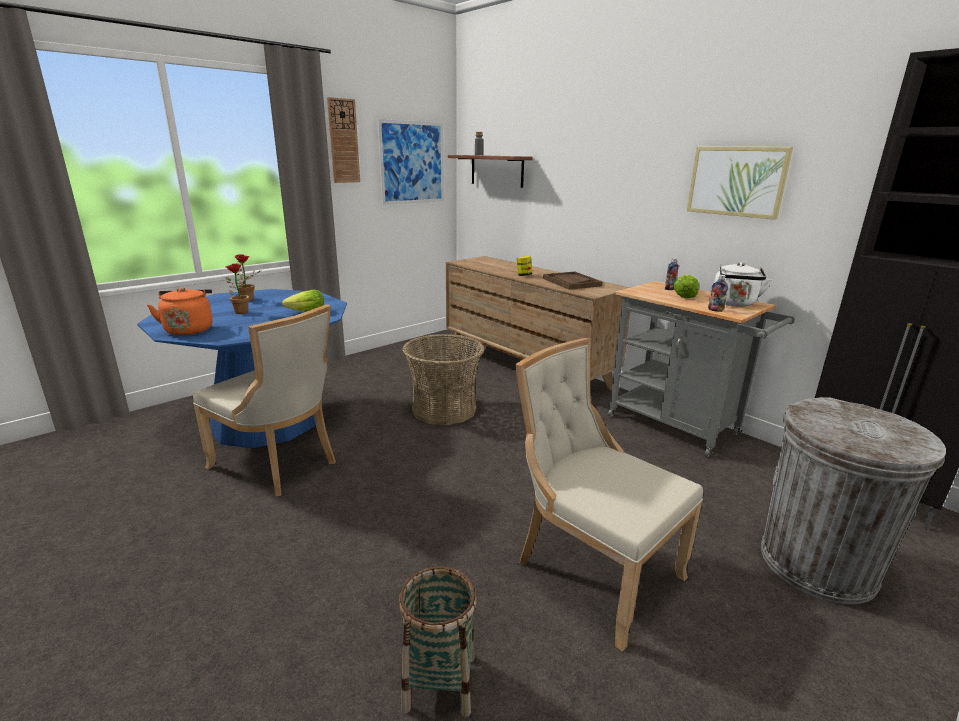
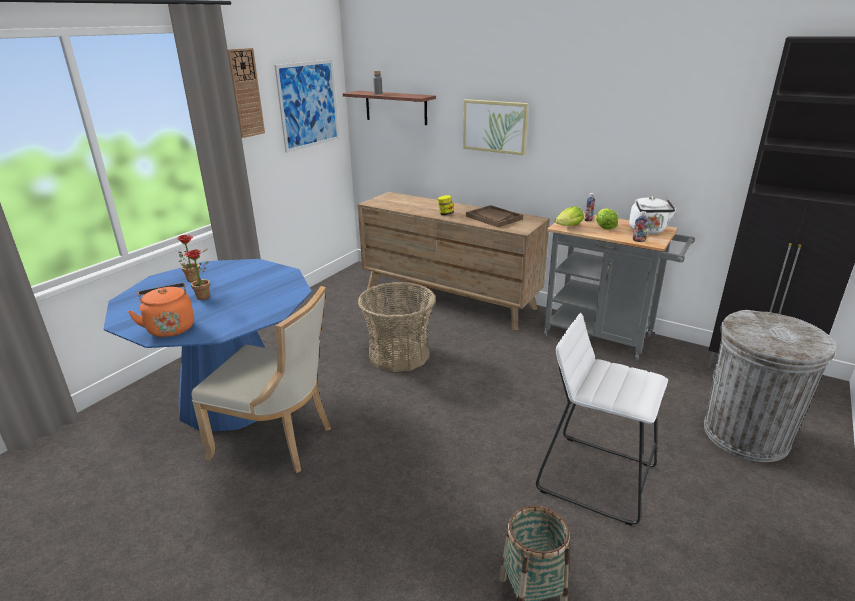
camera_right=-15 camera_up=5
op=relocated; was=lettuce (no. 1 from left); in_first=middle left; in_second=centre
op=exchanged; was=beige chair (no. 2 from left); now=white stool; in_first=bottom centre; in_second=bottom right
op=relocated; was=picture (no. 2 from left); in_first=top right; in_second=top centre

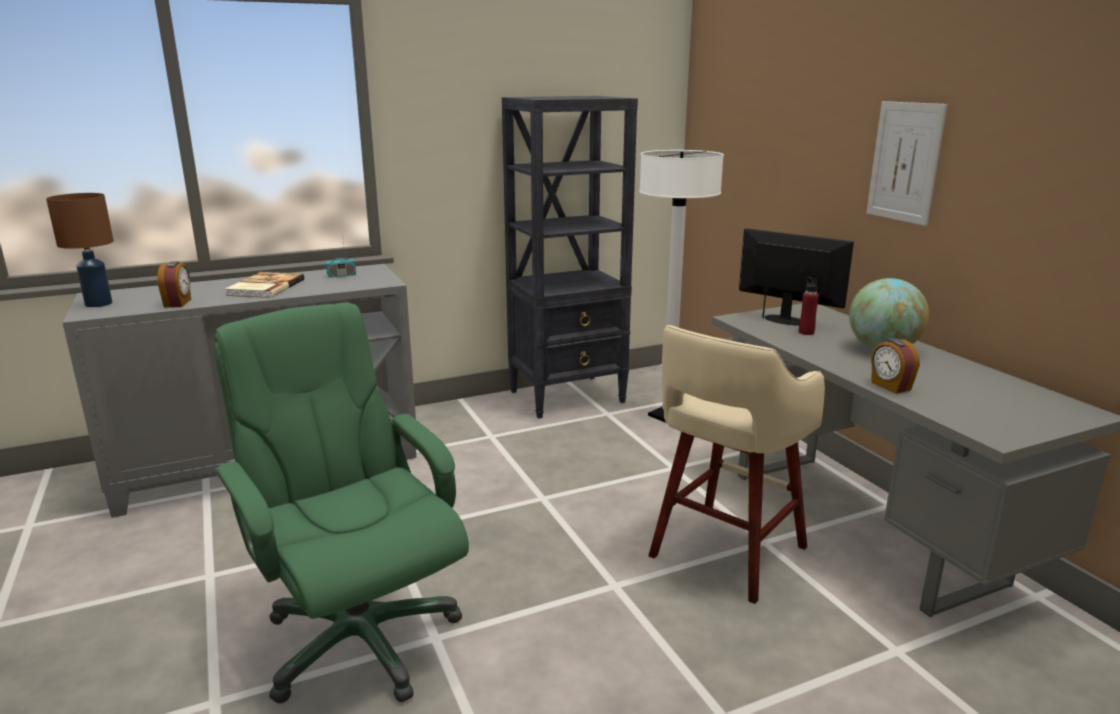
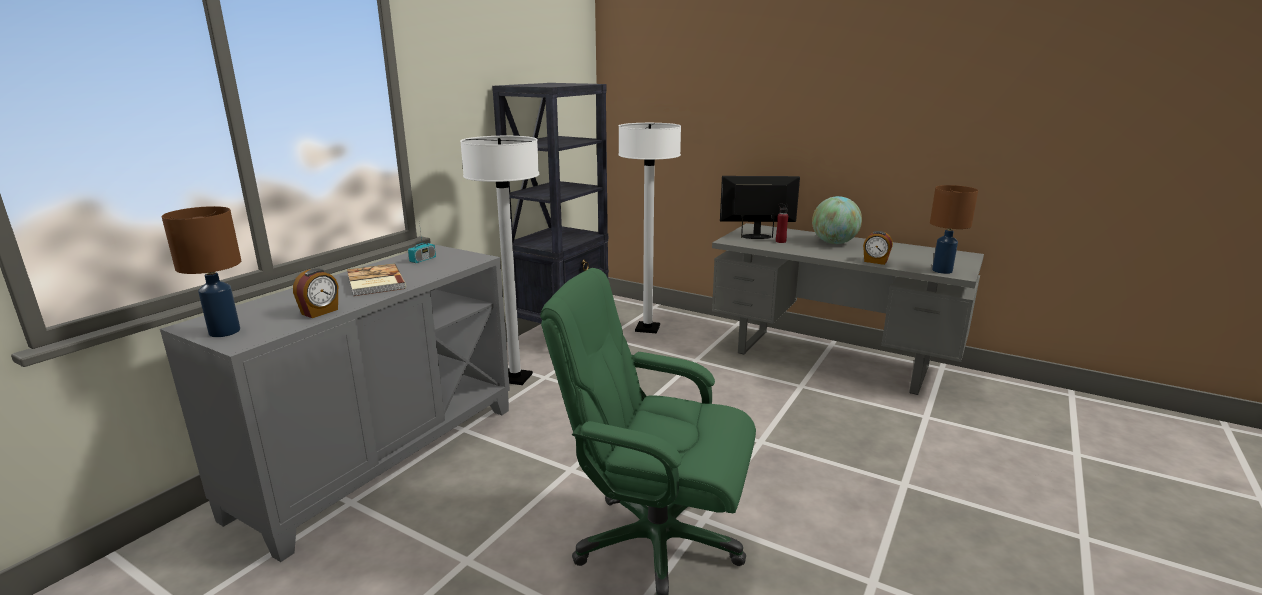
camera_right=-35 camera_up=0
op=spun; was=alarm clock (no. 1 from left); in_first=middle left; in_second=middle left; clockwise=75
op=missing; was=beige stool; in_first=centre
op=missing; was=picture; in_first=top right
op=appeared; now=white floor lamp (no. 1 from left); in_second=centre
op=appeared; now=brown table lamp (no. 2 from left); in_second=middle right

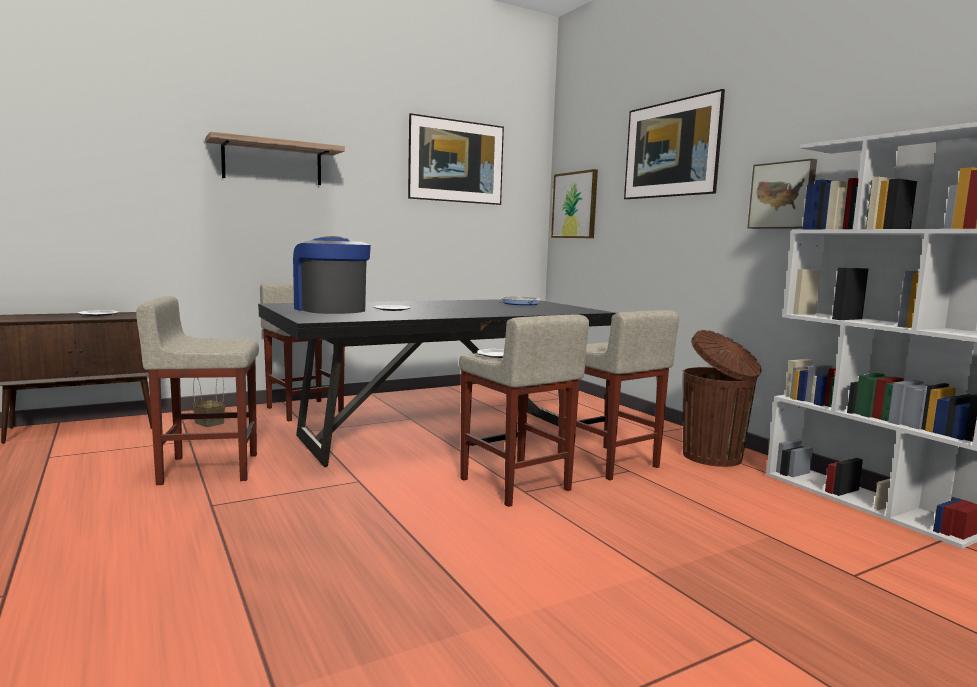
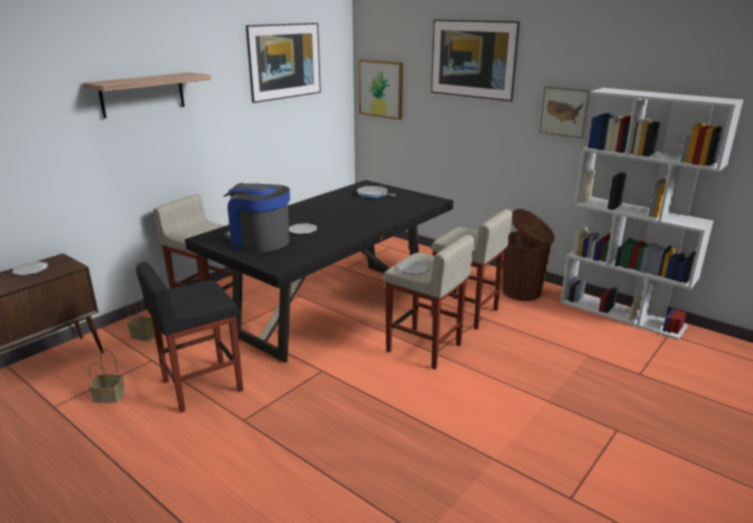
camera_right=-20 camera_up=15
op=colour; was=beige stool (no. 1 from left); now=black stool; in_first=middle left; in_second=middle left
op=appeared; now=basket (no. 1 from left); in_second=bottom left

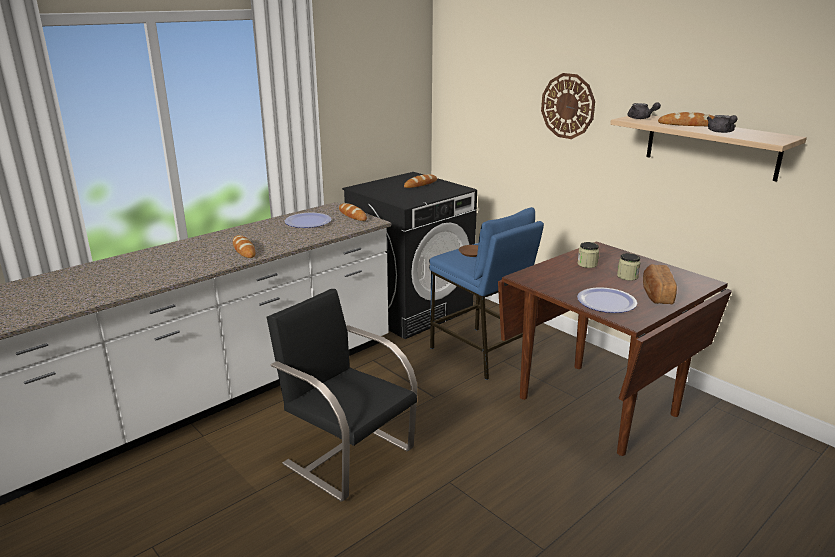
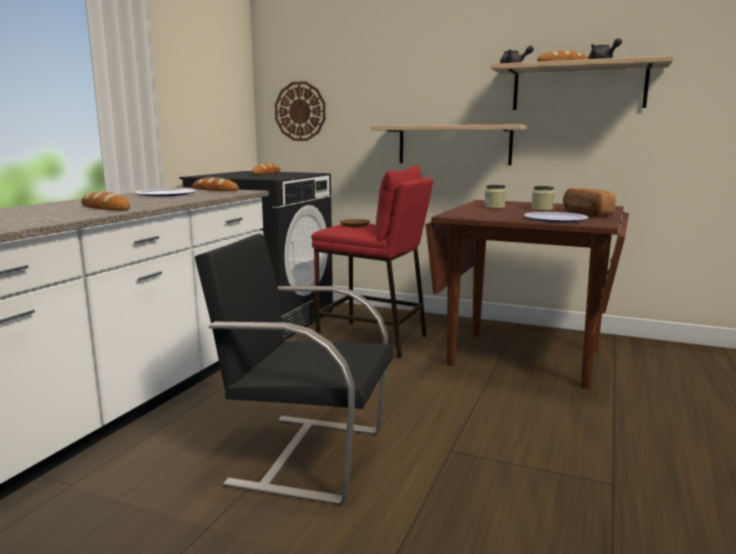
camera_right=-25 camera_up=-10
op=colour; was=blue stool; now=red stool; in_first=centre; in_second=centre
op=relocated; was=wall clock; in_first=top right; in_second=top centre
op=appeared; now=shelf (no. 1 from left); in_second=top centre

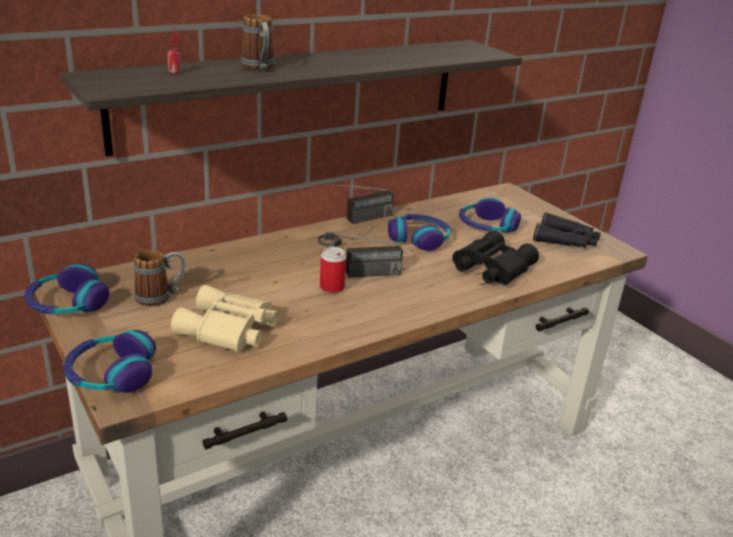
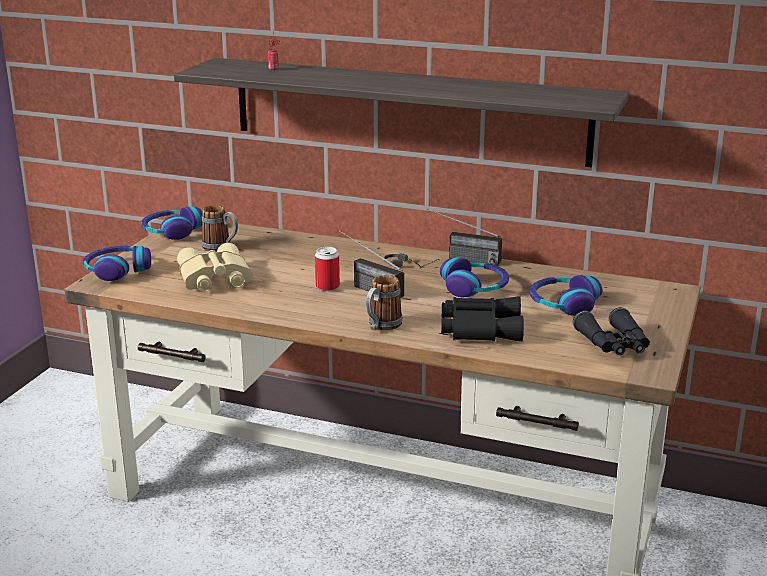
camera_right=55 camera_up=-5
op=relocated; was=mug (no. 2 from left); in_first=top centre; in_second=centre

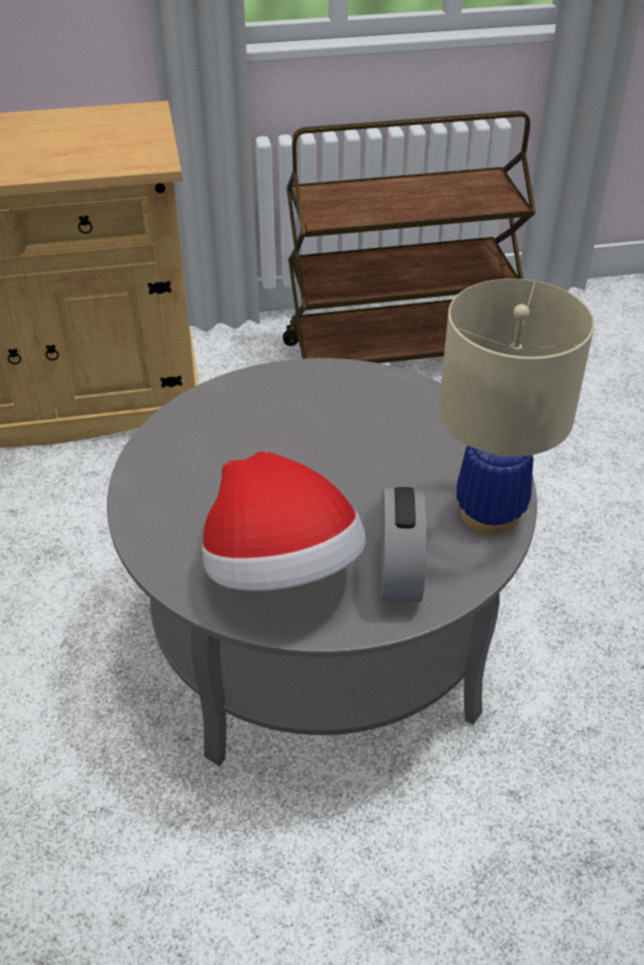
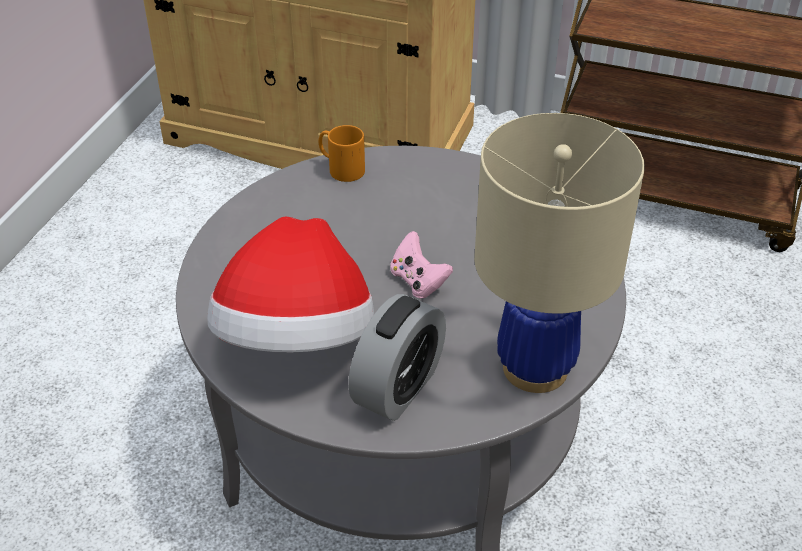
camera_right=30 camera_up=0
op=appeared; now=orange mug; in_second=top centre
op=appeared; now=pink game controller; in_second=centre

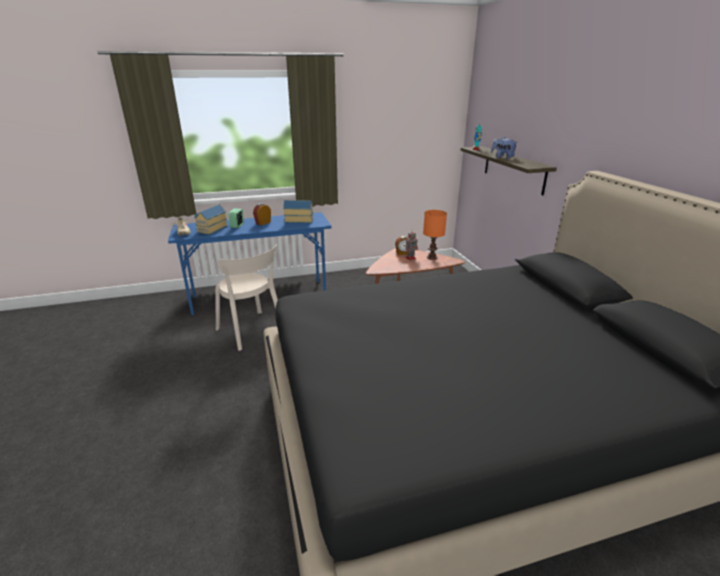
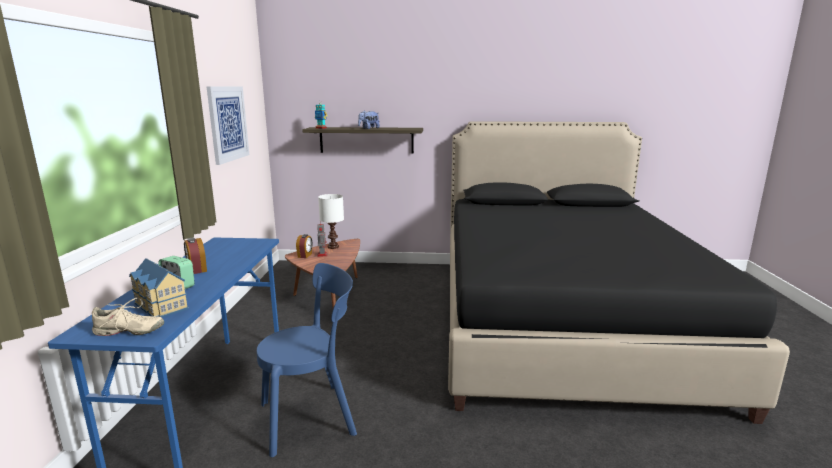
camera_right=-70 camera_up=-10
op=colour; was=beige chair; now=blue chair; in_first=centre; in_second=bottom centre
op=missing; was=toy house (no. 2 from left); in_first=centre
op=colour; was=orange table lamp; now=white table lamp; in_first=centre; in_second=centre
op=appeared; now=picture; in_second=top left

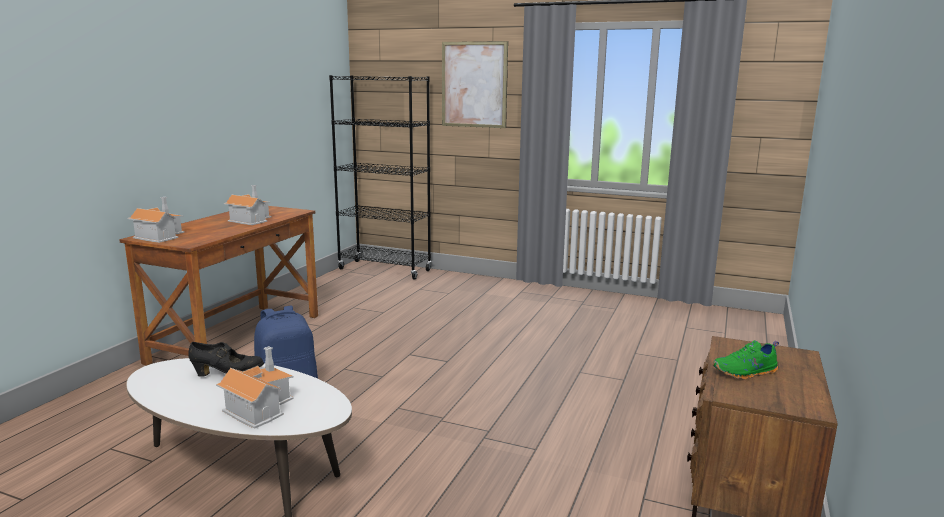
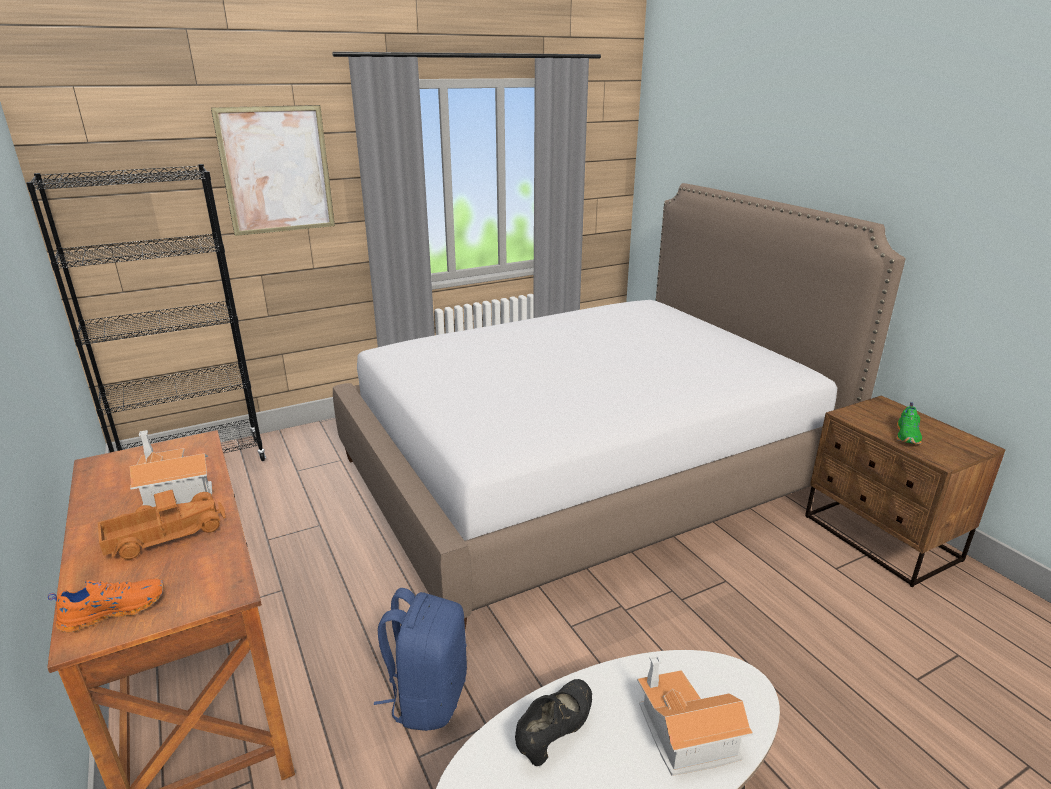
camera_right=-50 camera_up=10
op=exchanged; was=toy house (no. 1 from left); now=orange shoe; in_first=middle left; in_second=bottom left
op=appeared; now=toy truck; in_second=middle left
op=appeared; now=bed; in_second=centre

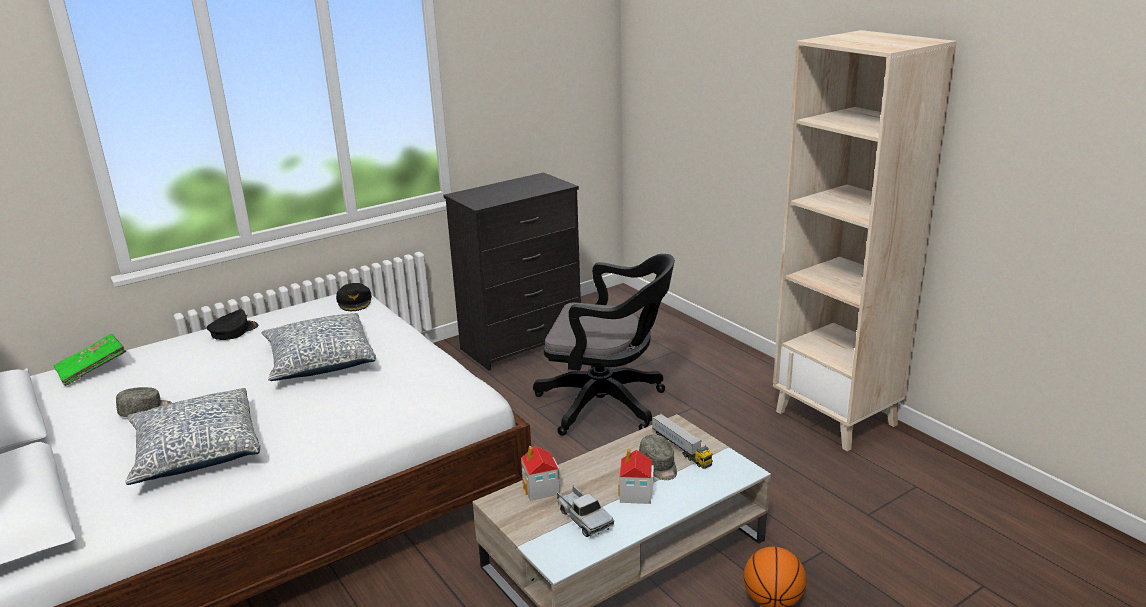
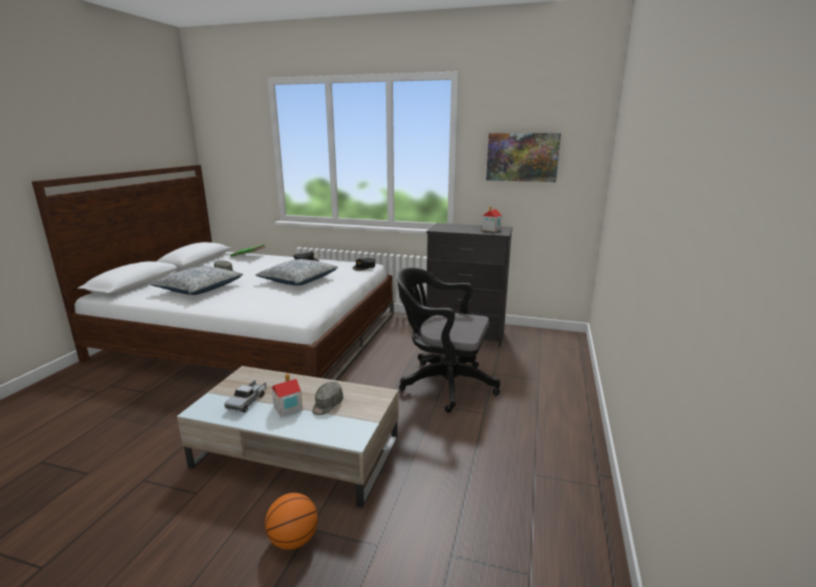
camera_right=50 camera_up=-5
op=relocated; was=toy house (no. 1 from left in the first image); now=toy house (no. 2 from left); in_first=bottom centre; in_second=centre
op=spun; was=black office chair; in_first=centre; in_second=centre; clockwise=135
op=missing; was=toy truck (no. 2 from left); in_first=bottom centre
op=missing; was=beige bookcase; in_first=middle right
op=appeared; now=picture; in_second=top centre

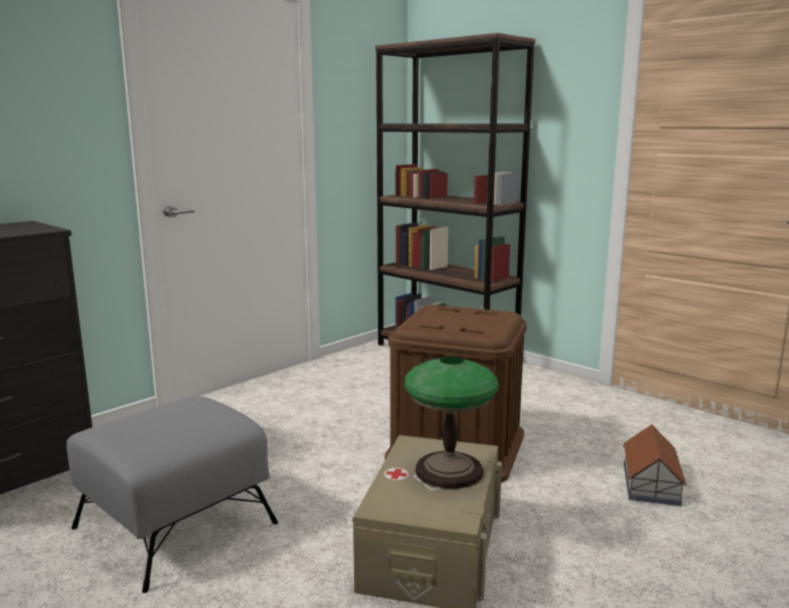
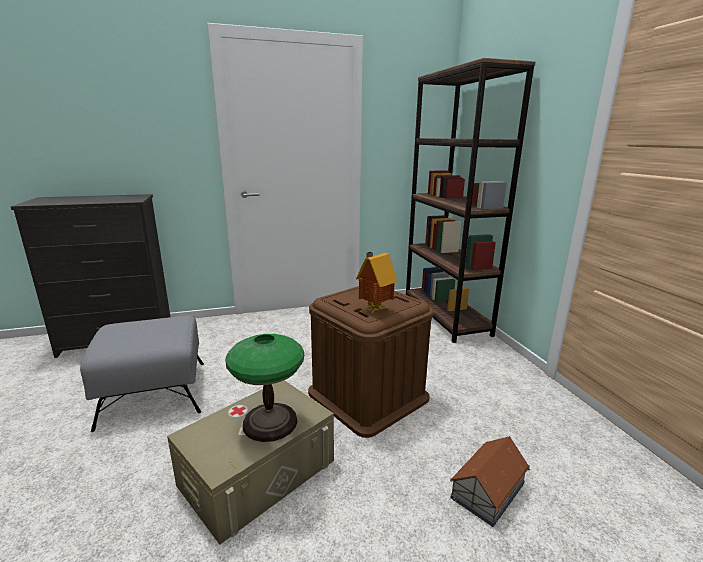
camera_right=30 camera_up=5
op=appeared; now=toy house (no. 1 from left); in_second=centre

